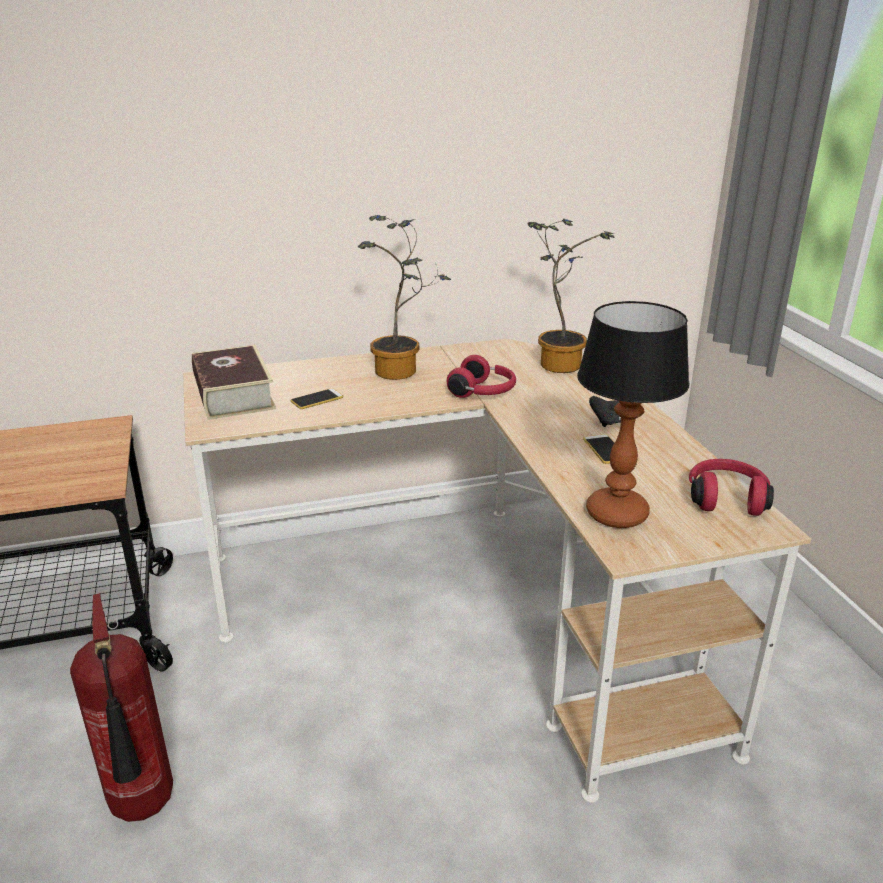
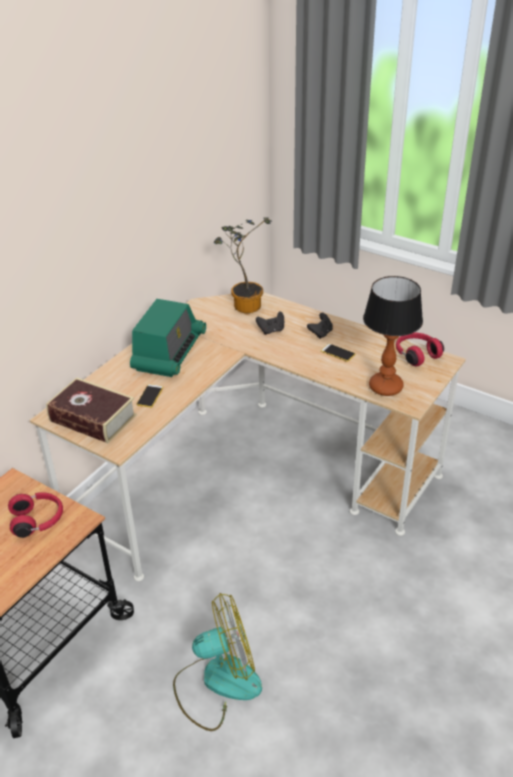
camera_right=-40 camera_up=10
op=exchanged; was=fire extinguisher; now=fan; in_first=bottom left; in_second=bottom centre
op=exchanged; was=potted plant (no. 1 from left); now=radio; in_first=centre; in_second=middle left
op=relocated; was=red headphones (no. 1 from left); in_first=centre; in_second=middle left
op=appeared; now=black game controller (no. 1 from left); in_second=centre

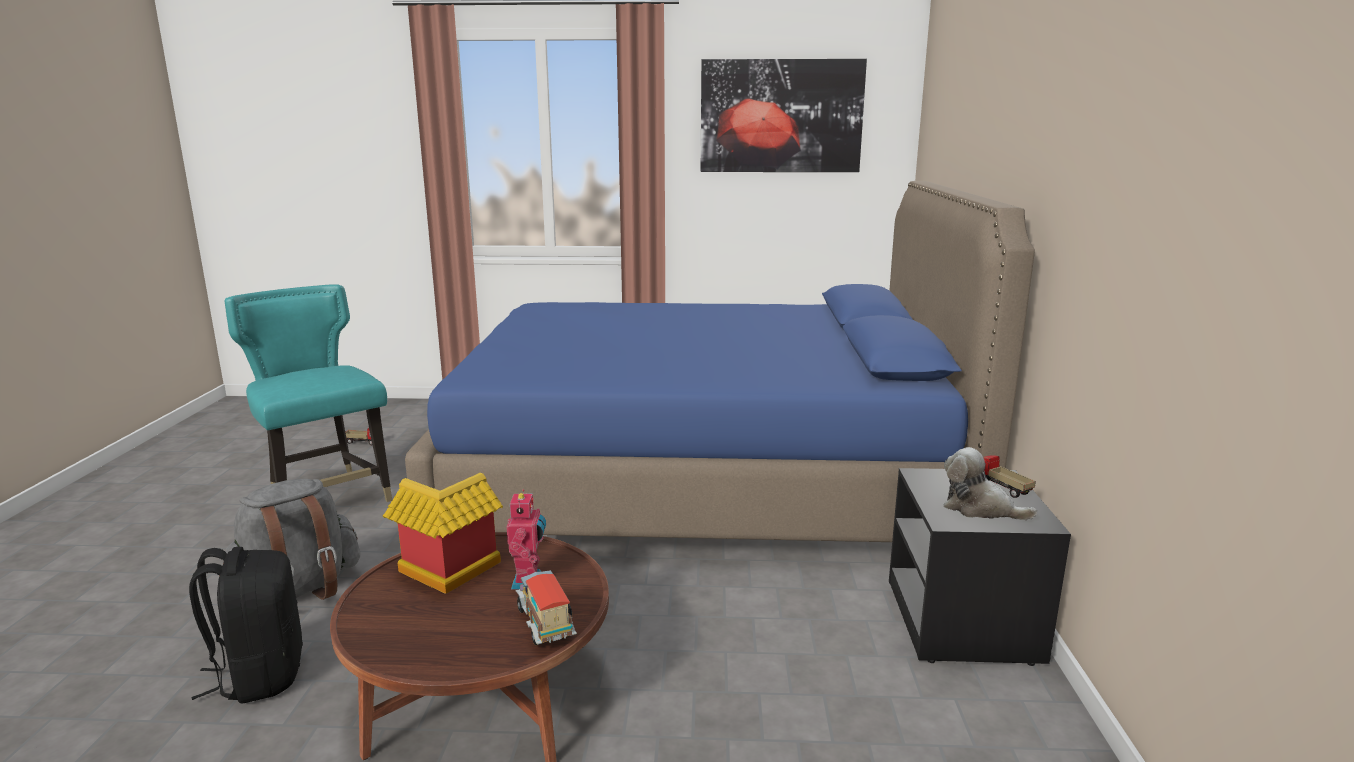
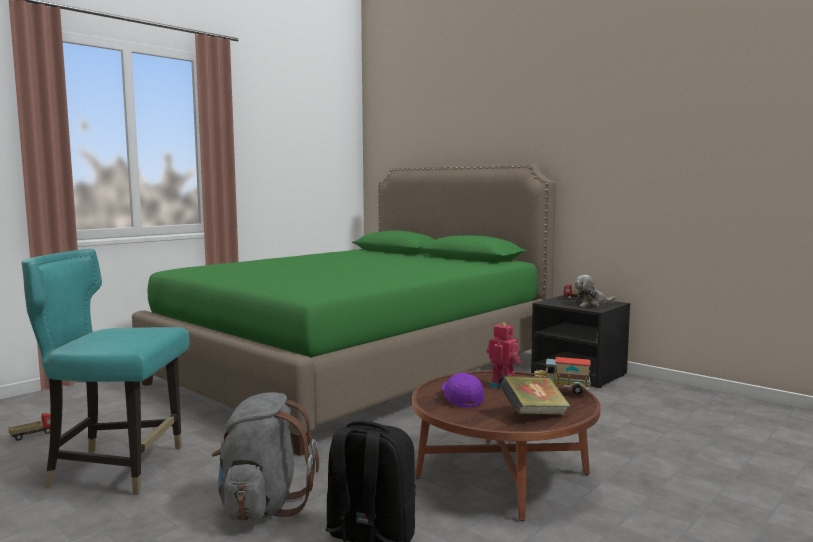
camera_right=-50 camera_up=-10
op=exchanged; was=toy house; now=purple cap; in_first=bottom left; in_second=bottom centre
op=colour; was=blue bed; now=green bed; in_first=centre; in_second=centre
op=missing; was=picture; in_first=top centre
op=appeared; now=book; in_second=bottom centre

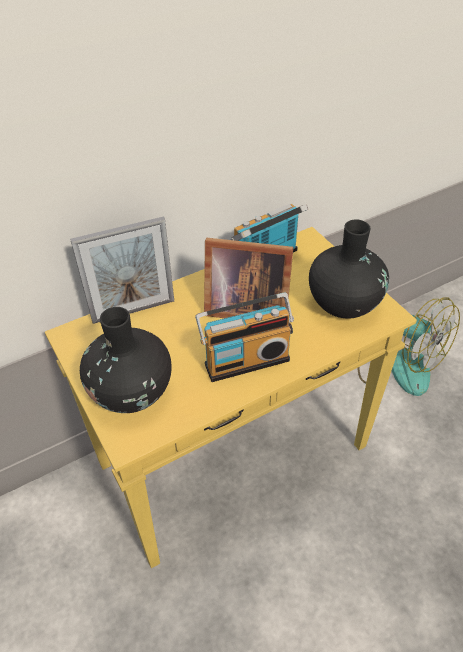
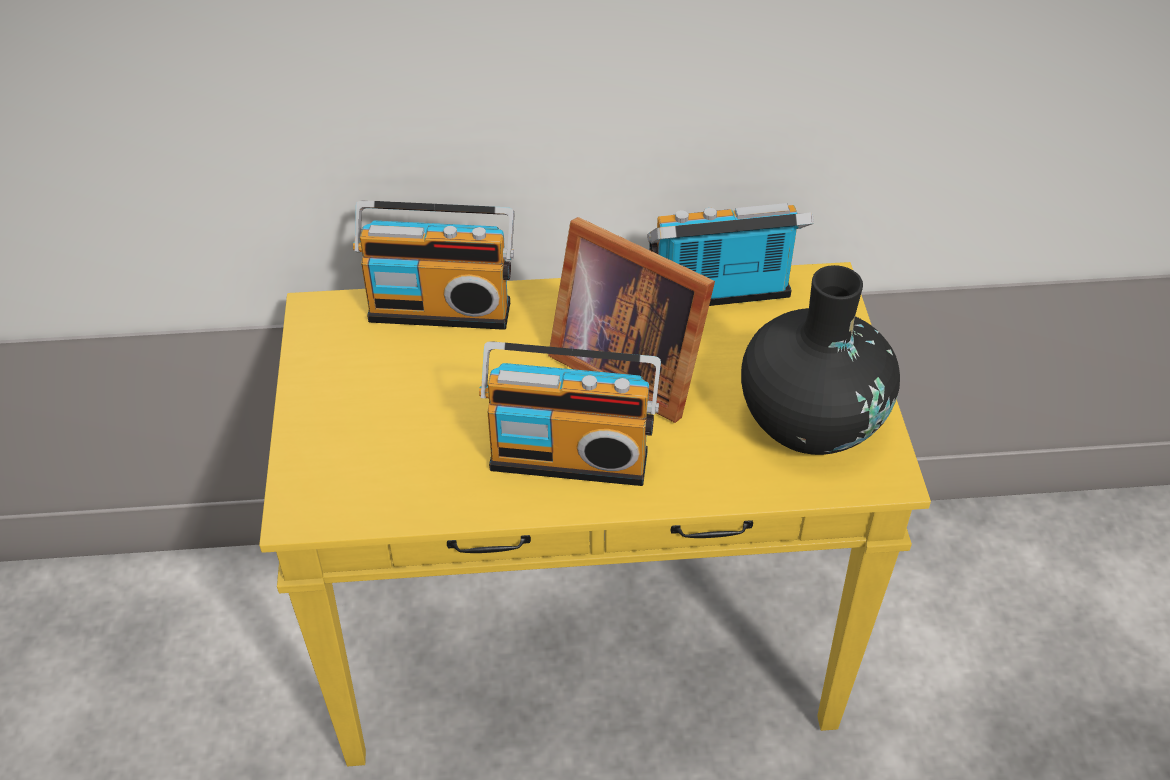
camera_right=25 camera_up=0
op=exchanged; was=picture frame (no. 1 from left); now=radio (no. 1 from left); in_first=middle left; in_second=centre
op=missing; was=black vase (no. 1 from left); in_first=middle left
op=missing; was=fan; in_first=middle right

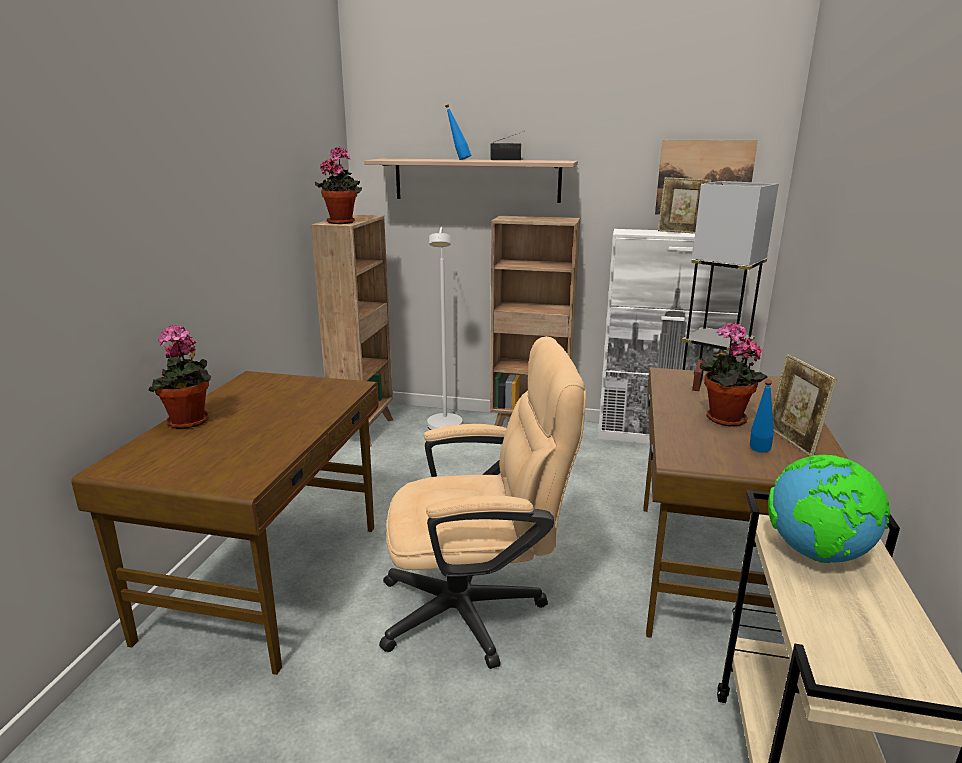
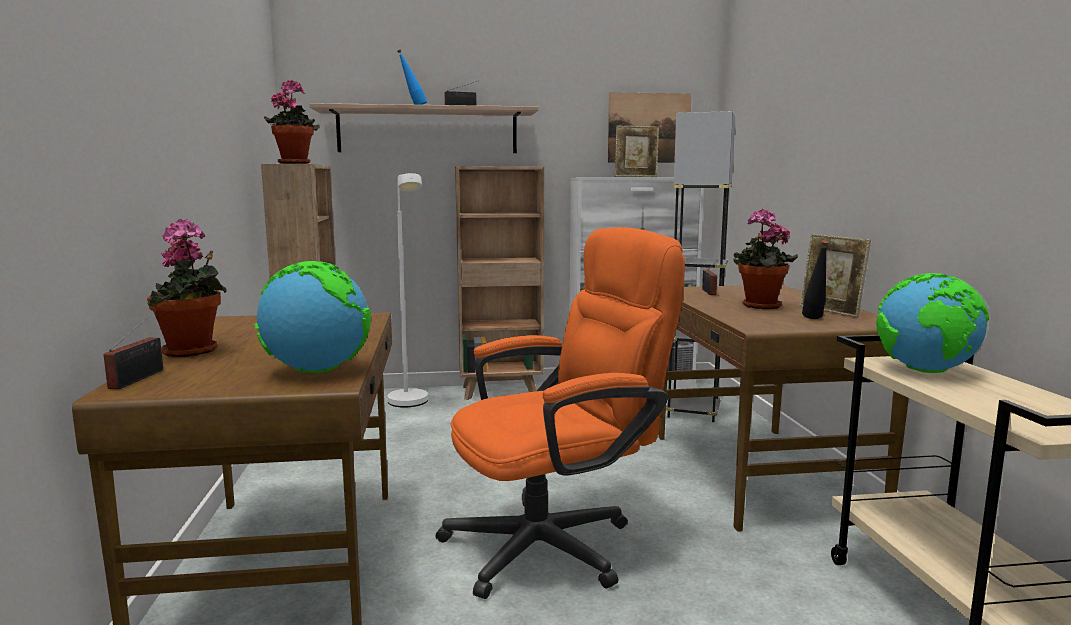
camera_right=-20 camera_up=-10
op=colour; was=beige office chair; now=orange office chair; in_first=centre; in_second=centre
op=colour; was=blue bottle (no. 2 from left); now=black bottle; in_first=middle right; in_second=middle right
op=appeared; now=radio (no. 1 from left); in_second=middle left
op=appeared; now=globe (no. 1 from left); in_second=middle left

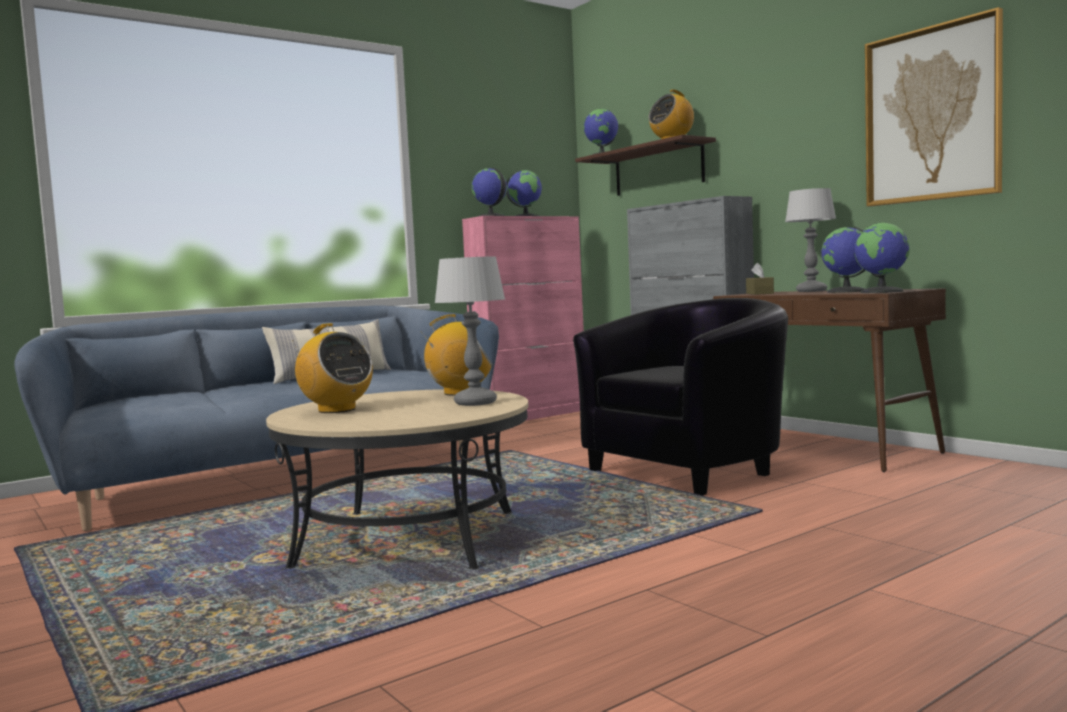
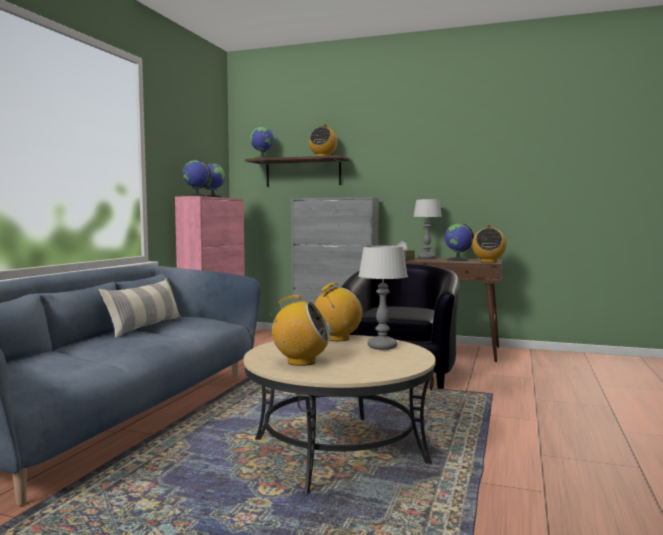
camera_right=-35 camera_up=0
op=exchanged; was=globe (no. 5 from left); now=radio (no. 4 from left); in_first=middle right; in_second=middle right
op=missing; was=picture; in_first=top right

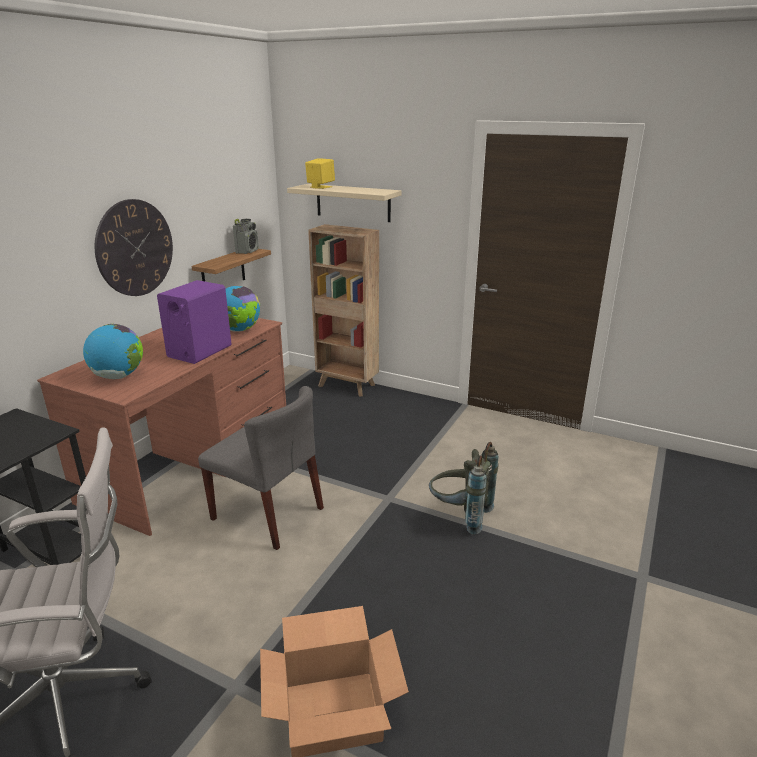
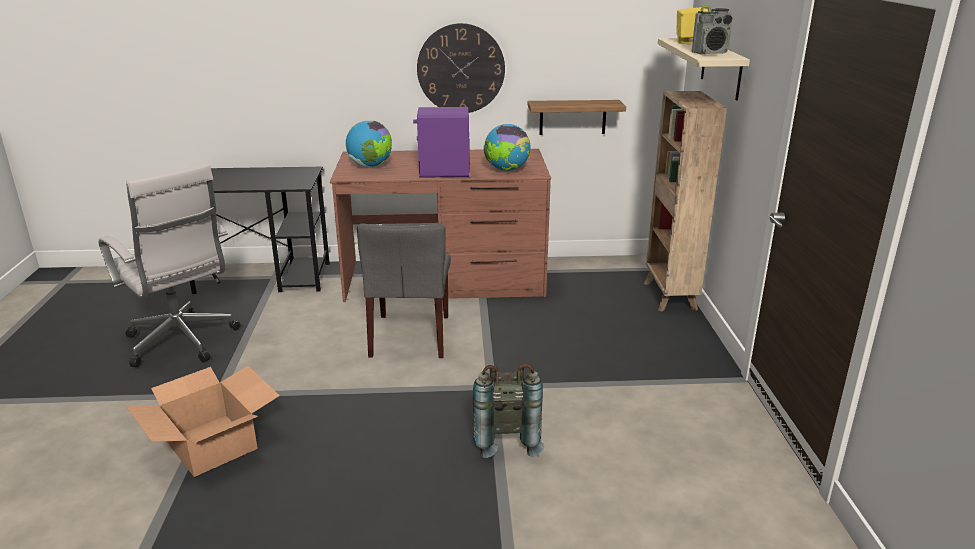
camera_right=60 camera_up=0
op=relocated; was=radio; in_first=top left; in_second=top right

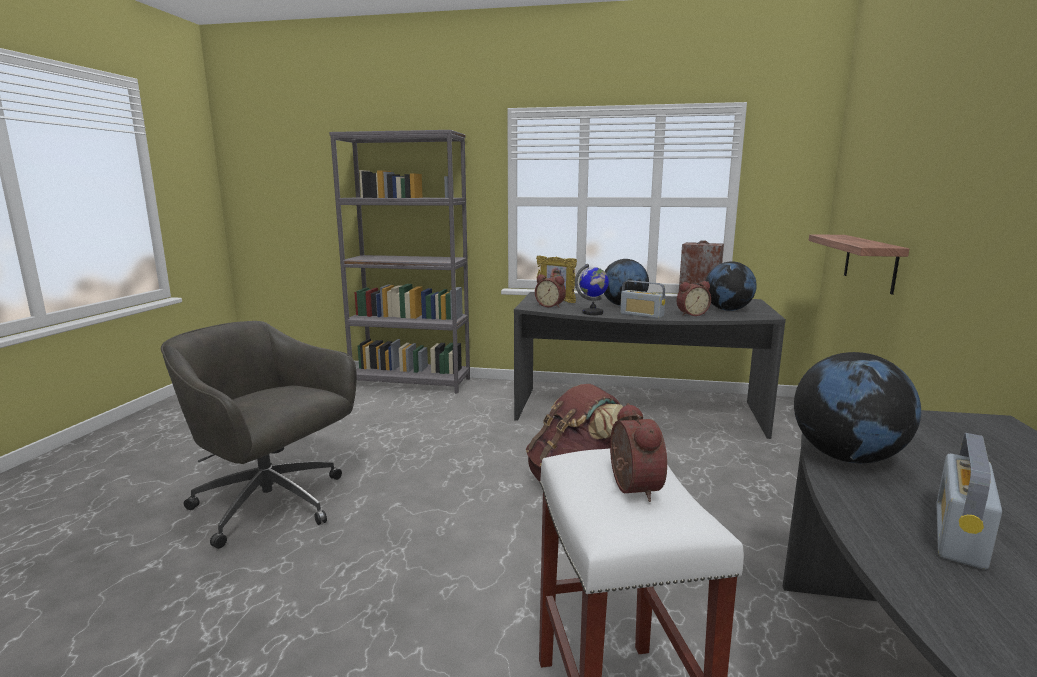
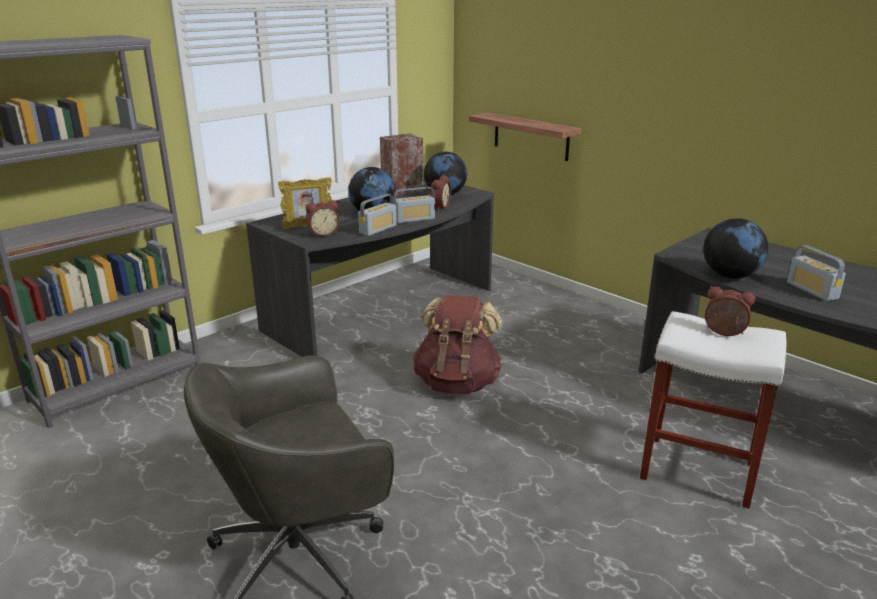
camera_right=-55 camera_up=10
op=exchanged; was=globe (no. 1 from left); now=radio (no. 1 from left); in_first=centre; in_second=centre

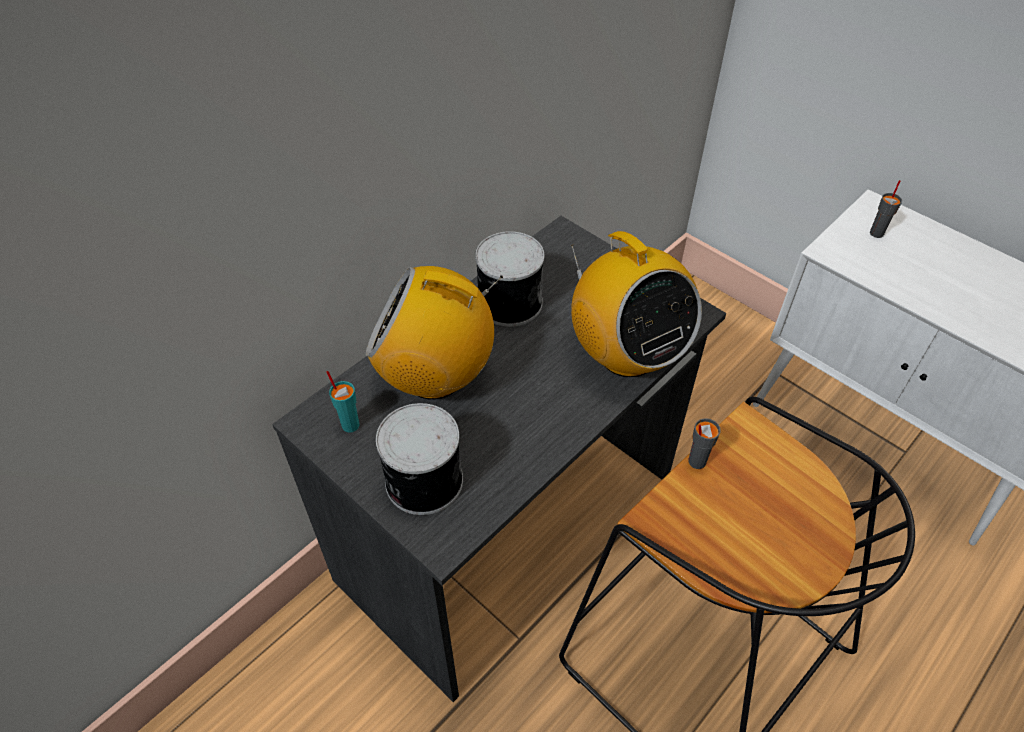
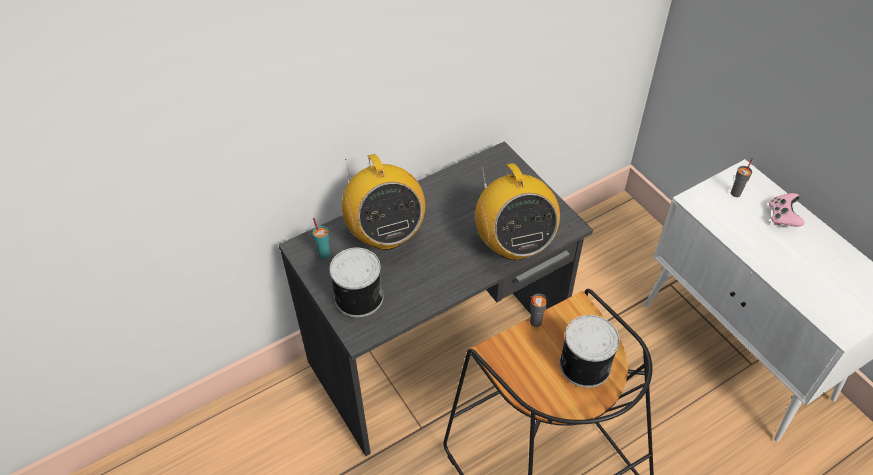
camera_right=15 camera_up=0
op=spun; was=radio (no. 1 from left); in_first=centre; in_second=centre; clockwise=-135
op=relocated; was=can (no. 2 from left); in_first=centre; in_second=bottom right
op=appeared; now=pink game controller; in_second=middle right

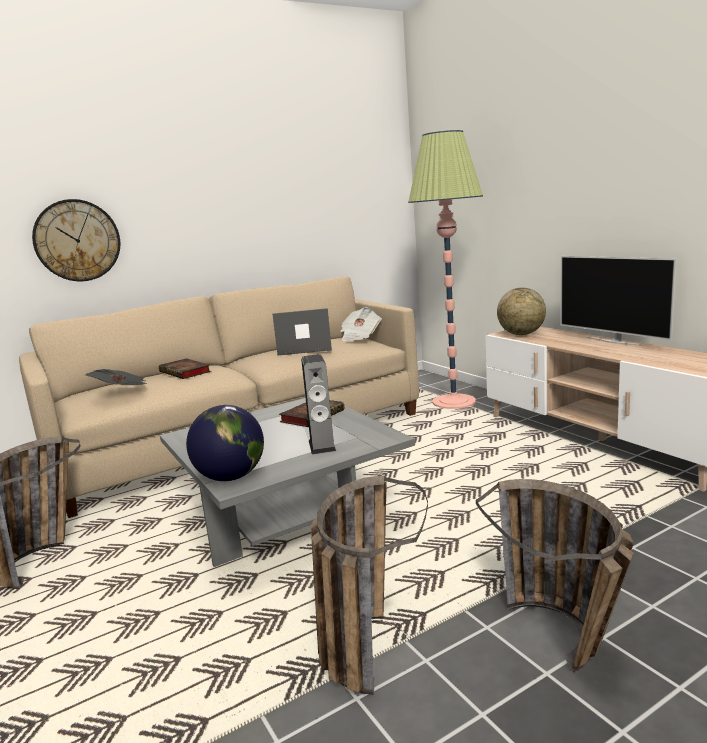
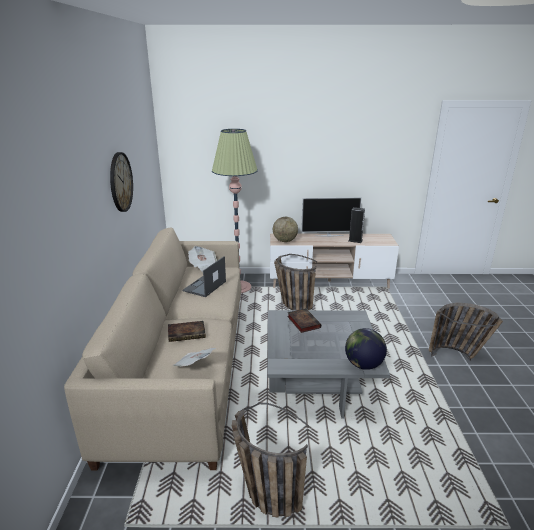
camera_right=-60 camera_up=10
op=relocated; was=wall clock; in_first=top left; in_second=middle left
op=relocated; was=speaker; in_first=centre; in_second=middle right
op=relocated; was=basket (no. 2 from left); in_first=bottom centre; in_second=centre

